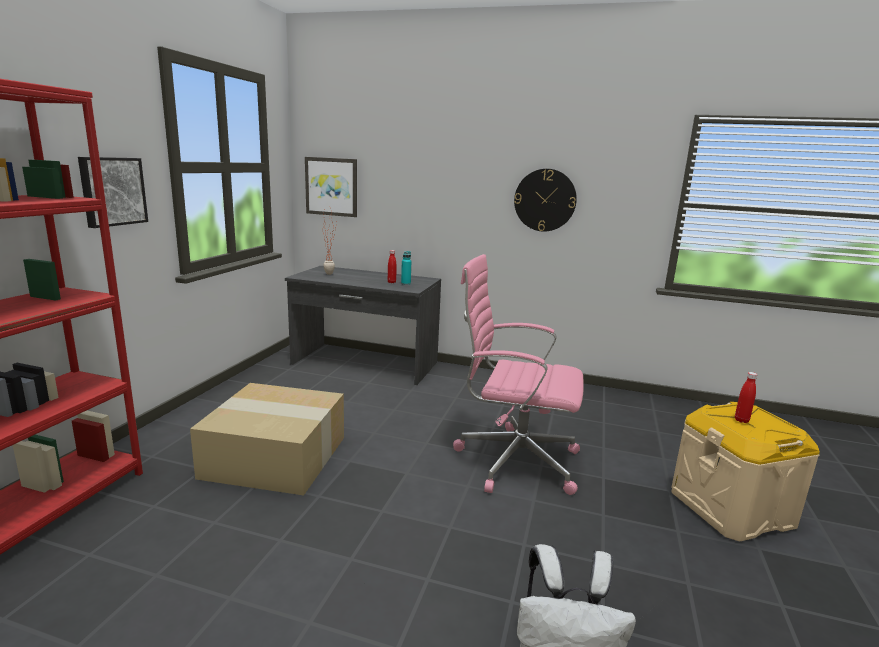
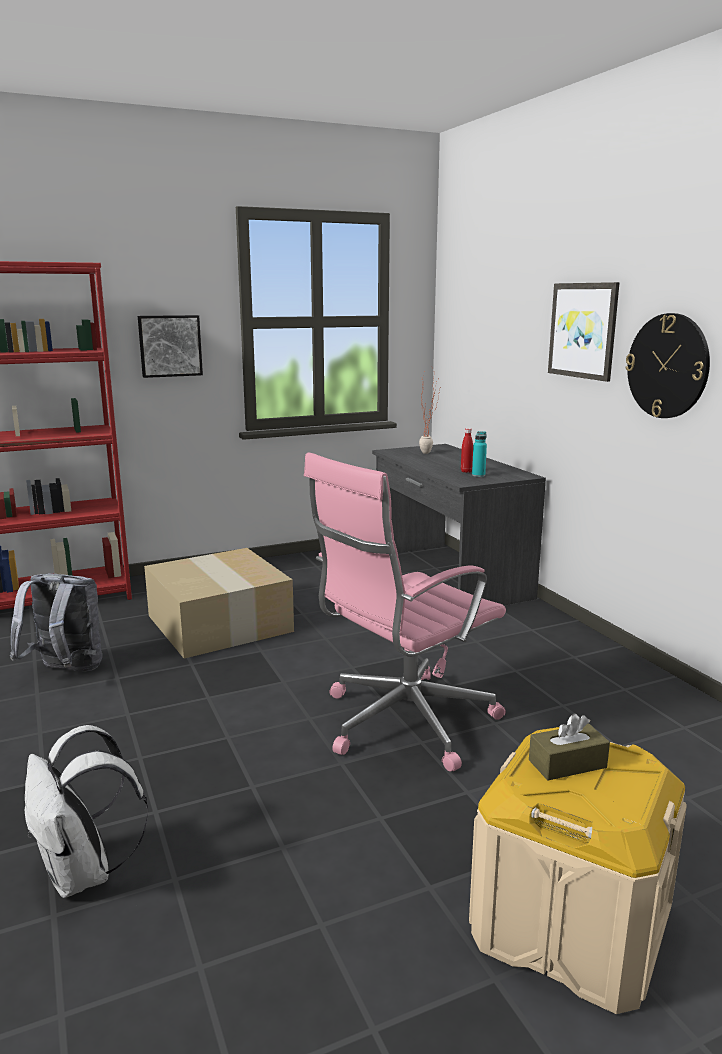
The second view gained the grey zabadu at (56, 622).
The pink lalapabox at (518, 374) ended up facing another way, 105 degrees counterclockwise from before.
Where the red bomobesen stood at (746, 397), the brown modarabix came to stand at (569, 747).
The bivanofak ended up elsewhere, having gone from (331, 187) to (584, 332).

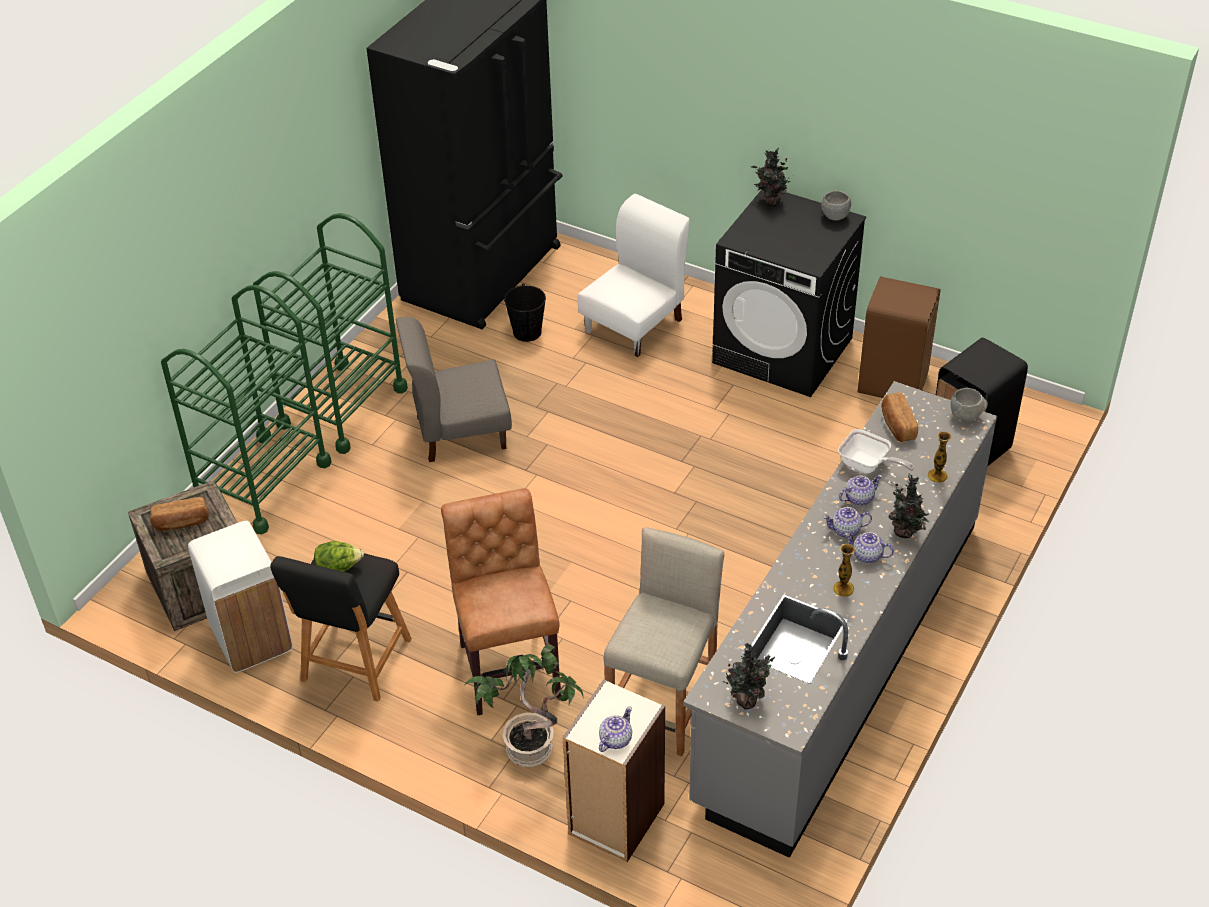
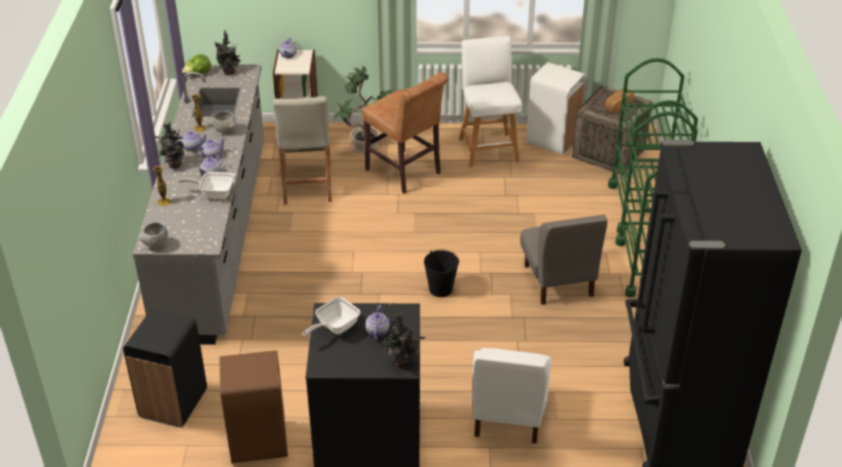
The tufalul ended up elsewhere, having gone from (339, 556) to (196, 64).
The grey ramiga ended up elsewhere, having gone from (836, 206) to (224, 122).
The second view gained the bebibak at (331, 317).
The second view gained the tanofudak at (377, 322).
The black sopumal ended up elsewhere, having gone from (525, 313) to (441, 273).
What was the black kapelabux at (341, 627) turned into the white kapelabux at (490, 101).
The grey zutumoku at (454, 389) ended up facing another way, 120 degrees clockwise from before.
The second view lost the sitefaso at (900, 417).

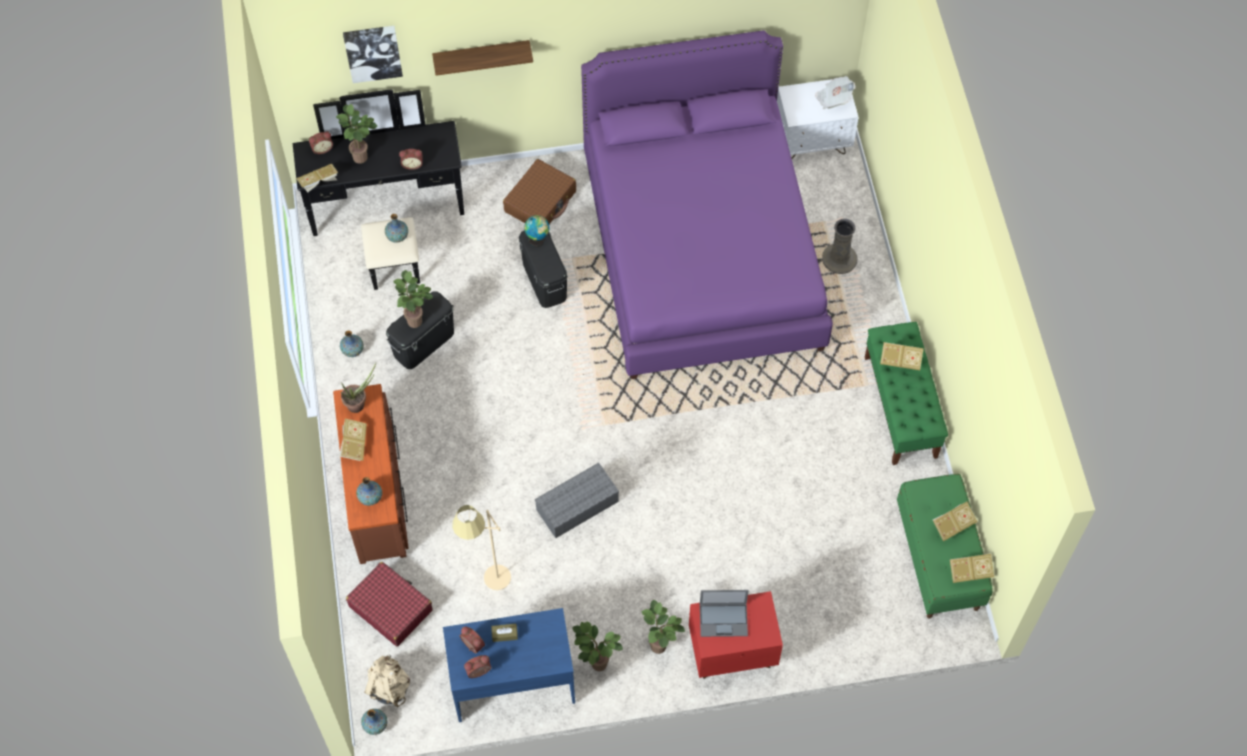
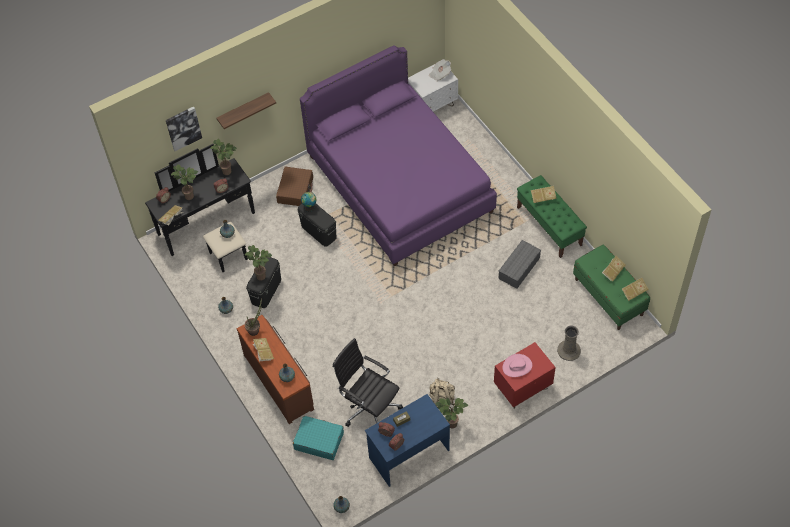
The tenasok ended up elsewhere, having gone from (663, 627) to (223, 157).
What was the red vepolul at (389, 604) turned into the turquoise vepolul at (318, 438).
Where the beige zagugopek stood at (481, 547), the black lalapabox came to stand at (368, 382).
The beige zabadu ended up elsewhere, having gone from (387, 680) to (442, 393).
The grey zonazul ended up elsewhere, having gone from (577, 500) to (519, 264).
Where the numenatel stood at (724, 613), the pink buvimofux came to stand at (517, 365).
The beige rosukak ended up elsewhere, having gone from (840, 246) to (569, 343).

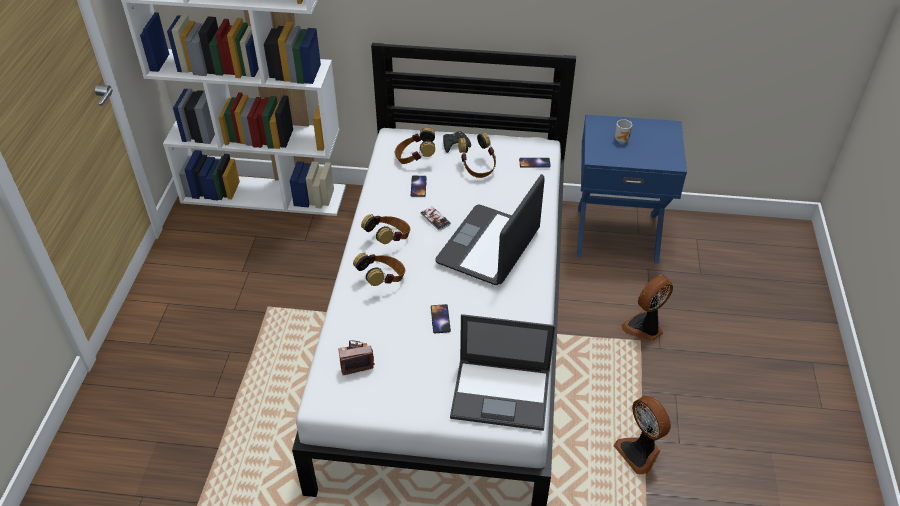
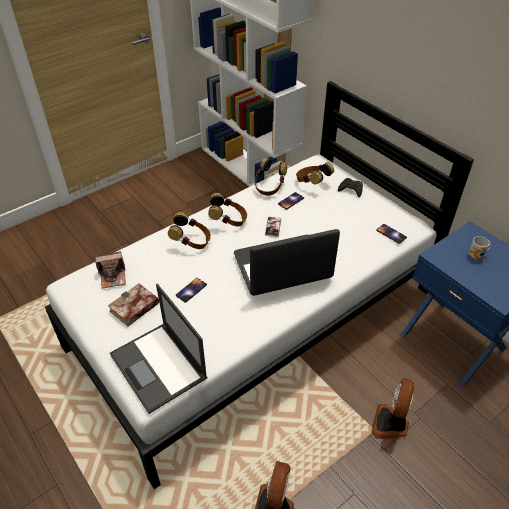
The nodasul at (356, 357) ended up facing another way, 135 degrees clockwise from before.
The second view gained the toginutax at (133, 304).
The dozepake ended up elsewhere, having gone from (477, 155) to (271, 177).
The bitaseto at (647, 308) ended up facing another way, 75 degrees counterclockwise from before.

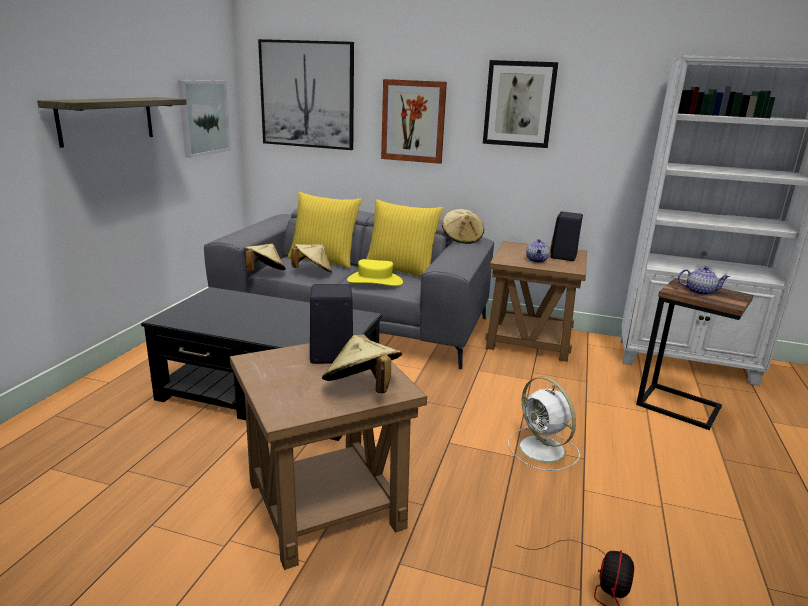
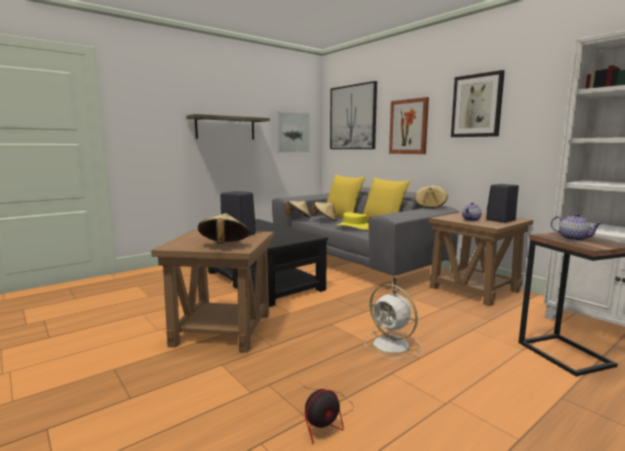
The white bitaseto at (544, 424) ended up facing another way, 45 degrees counterclockwise from before.

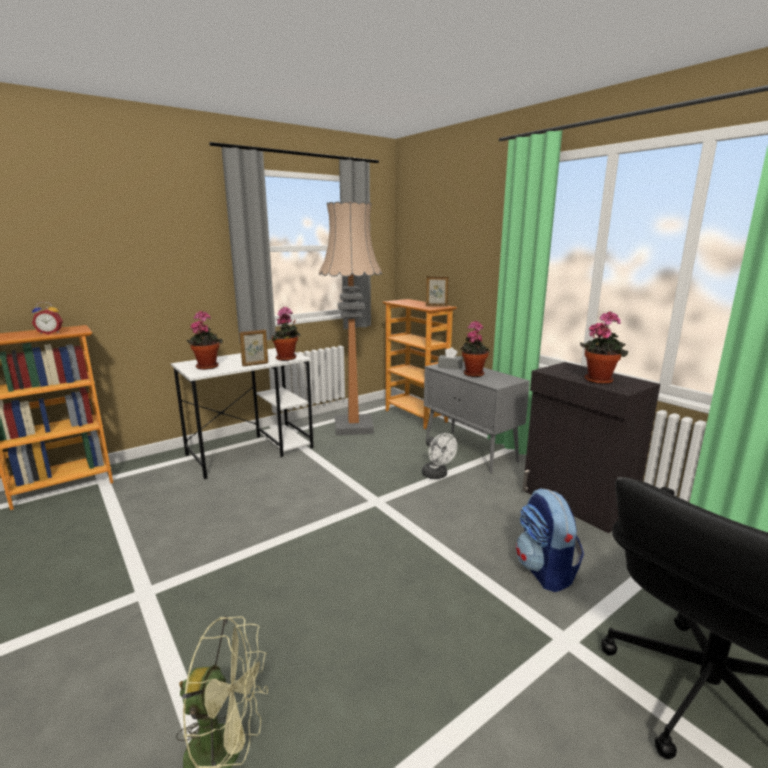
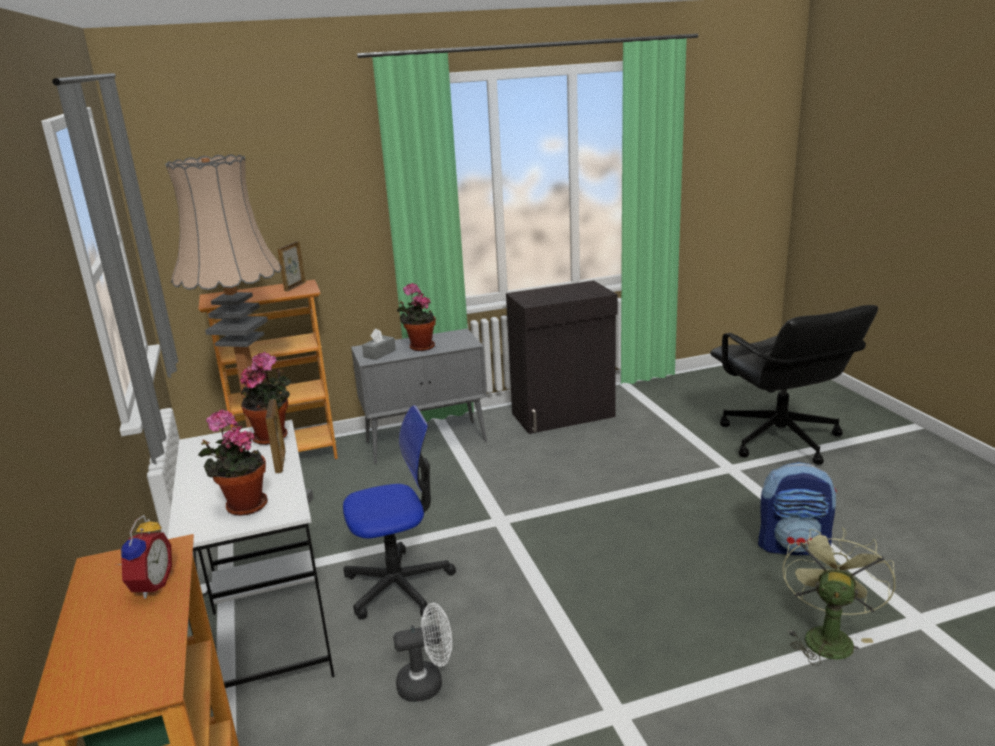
The second view gained the lalapabox at (399, 512).
The white bitaseto ended up elsewhere, having gone from (439, 456) to (422, 652).
The zabadu ended up elsewhere, having gone from (550, 540) to (797, 508).
The second view lost the tenasok at (604, 347).

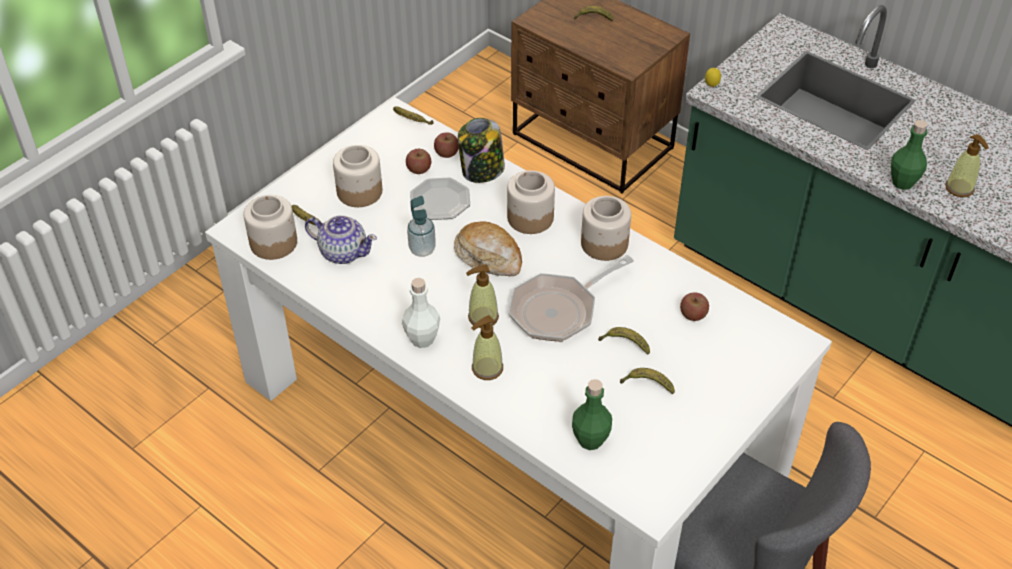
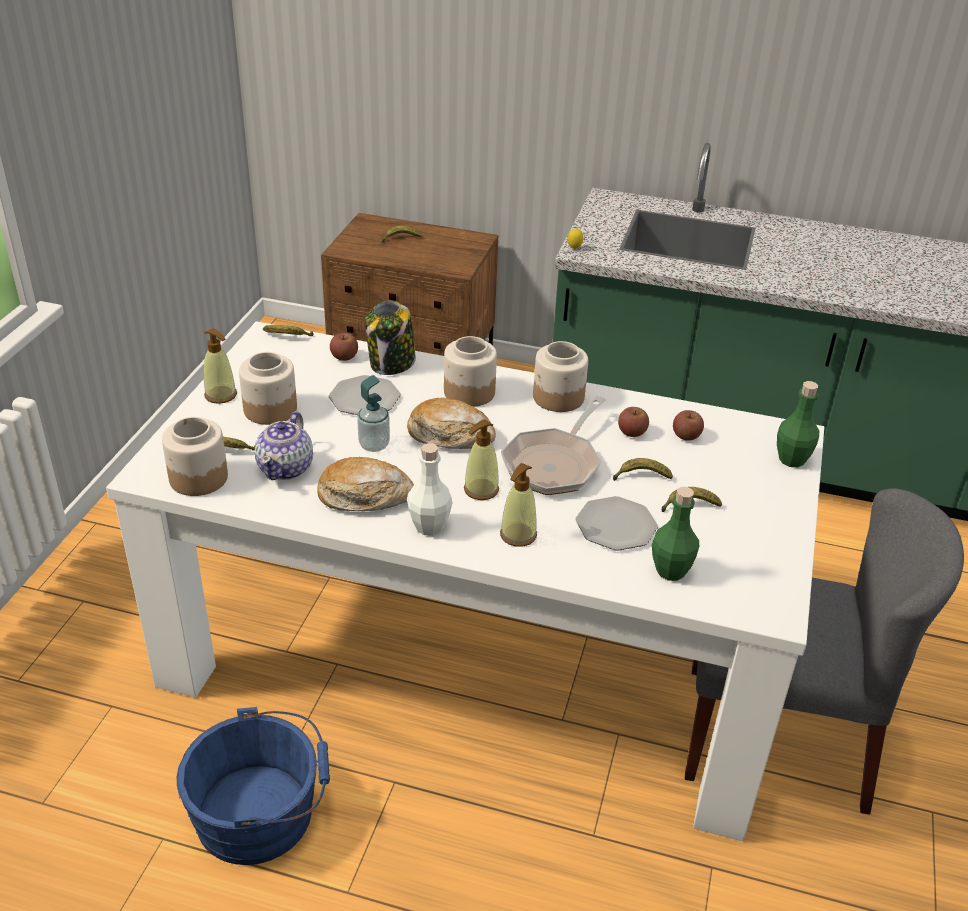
The second view gained the blue sopumal at (253, 786).
The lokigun ended up elsewhere, having gone from (967, 165) to (220, 366).
The tanofudak at (341, 239) ended up facing another way, 105 degrees clockwise from before.
The second view gained the sitefaso at (365, 484).
The second view gained the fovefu at (617, 523).
The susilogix ended up elsewhere, having gone from (418, 161) to (633, 422).
The green bomobesen ended up elsewhere, having gone from (909, 155) to (798, 424).

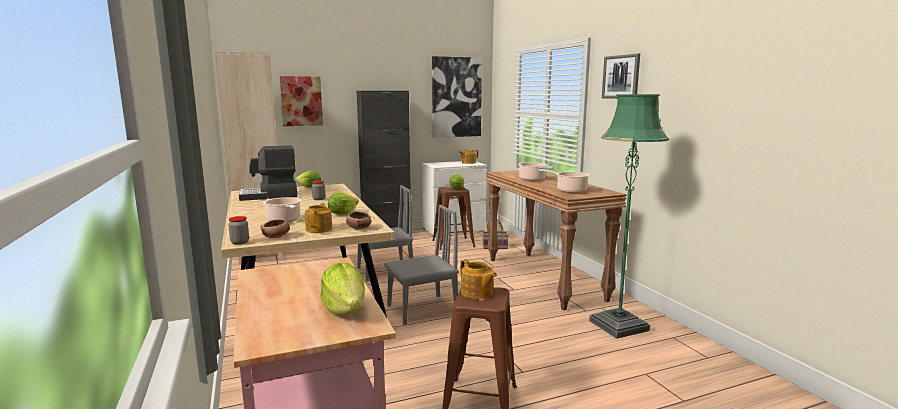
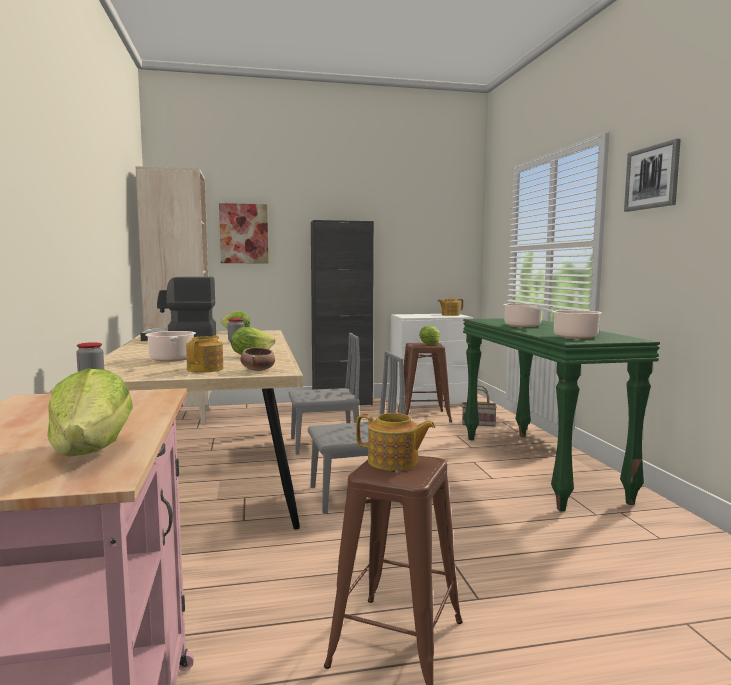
The tanofudak at (478, 279) ended up facing another way, 45 degrees counterclockwise from before.
What was the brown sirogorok at (556, 240) turned into the green sirogorok at (561, 415).
The second view lost the ramiga at (275, 228).
The second view lost the bivanofak at (457, 97).
The second view lost the green zagugopek at (629, 216).

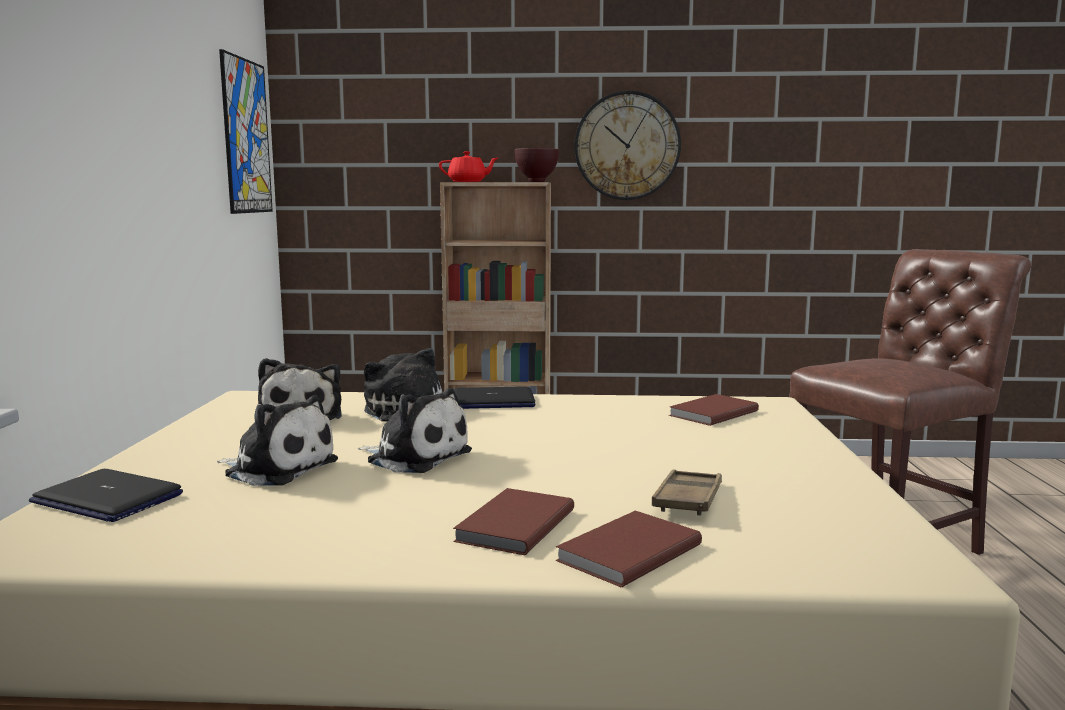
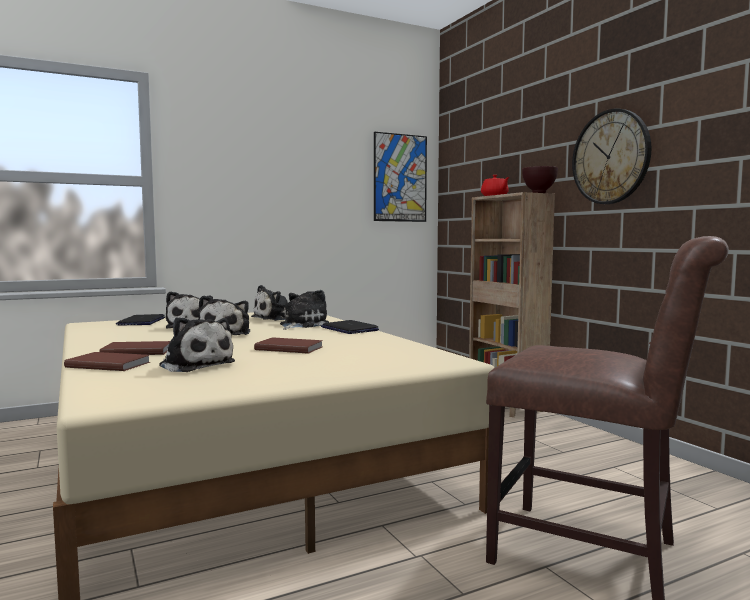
Where the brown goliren stood at (687, 492), the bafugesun came to stand at (197, 344).
The brown toginutax ended up elsewhere, having gone from (714, 410) to (288, 345).

